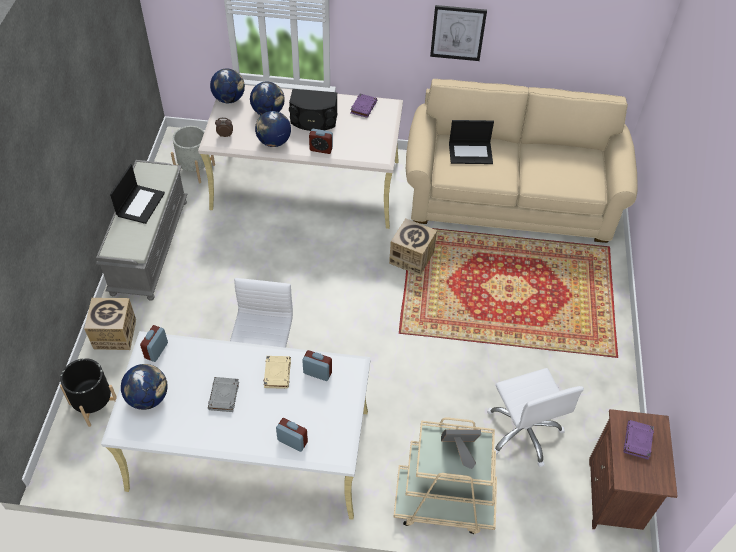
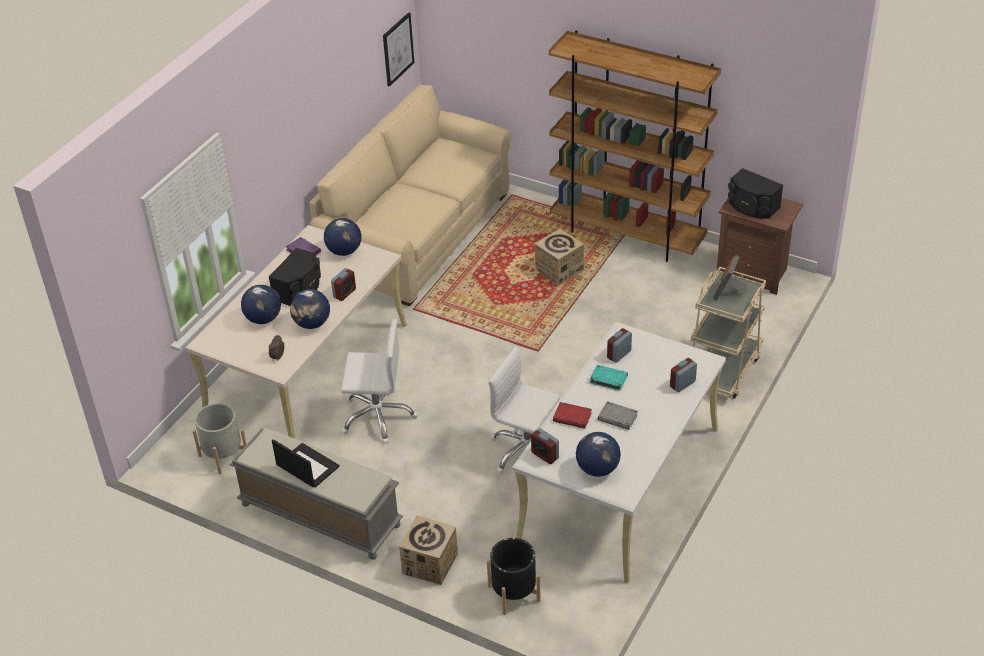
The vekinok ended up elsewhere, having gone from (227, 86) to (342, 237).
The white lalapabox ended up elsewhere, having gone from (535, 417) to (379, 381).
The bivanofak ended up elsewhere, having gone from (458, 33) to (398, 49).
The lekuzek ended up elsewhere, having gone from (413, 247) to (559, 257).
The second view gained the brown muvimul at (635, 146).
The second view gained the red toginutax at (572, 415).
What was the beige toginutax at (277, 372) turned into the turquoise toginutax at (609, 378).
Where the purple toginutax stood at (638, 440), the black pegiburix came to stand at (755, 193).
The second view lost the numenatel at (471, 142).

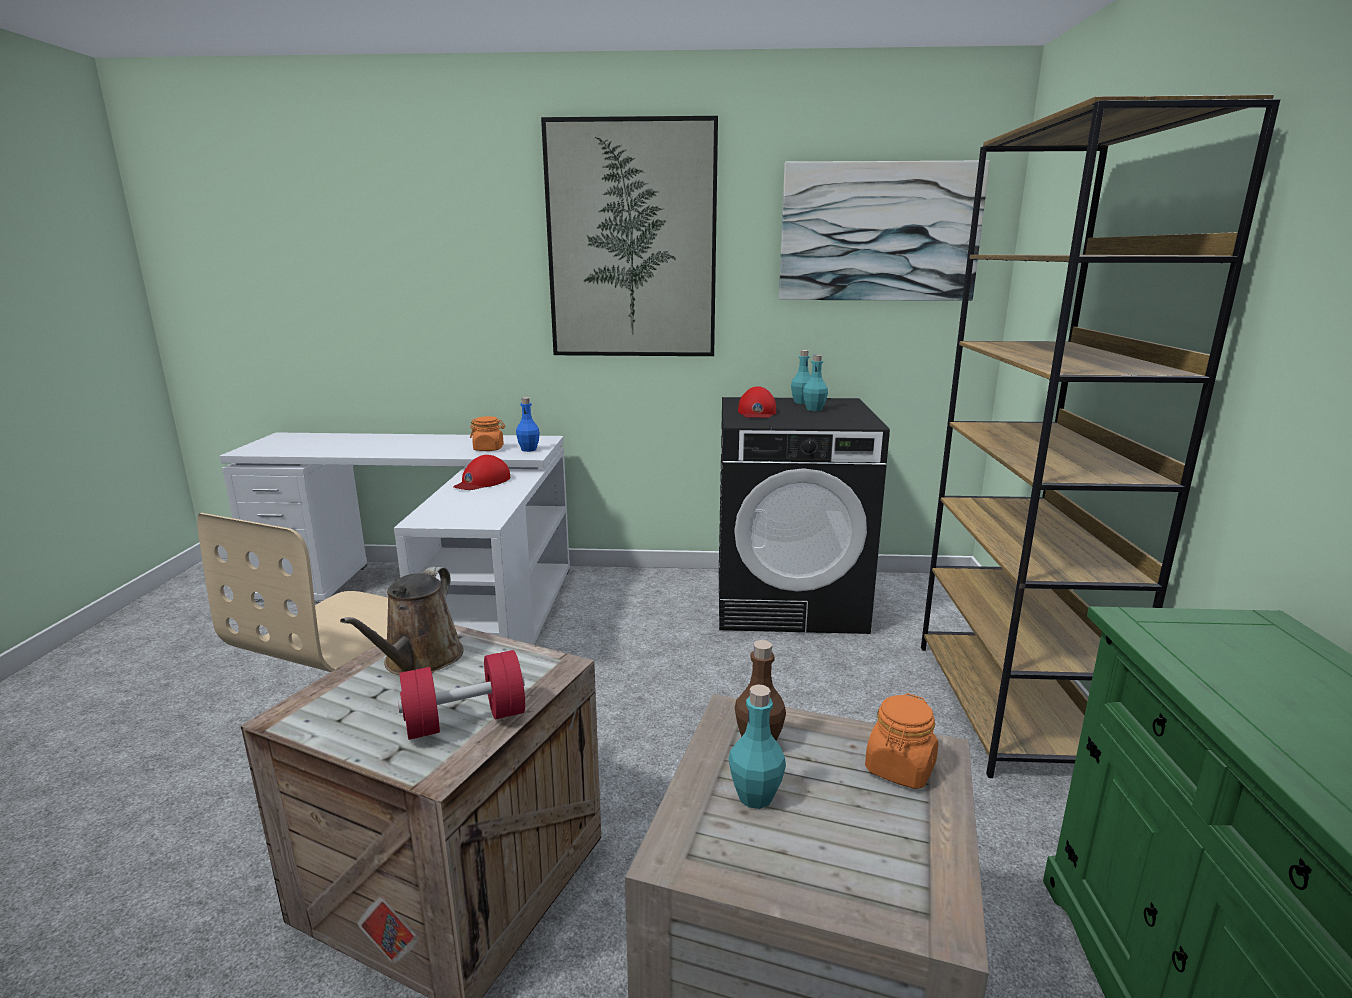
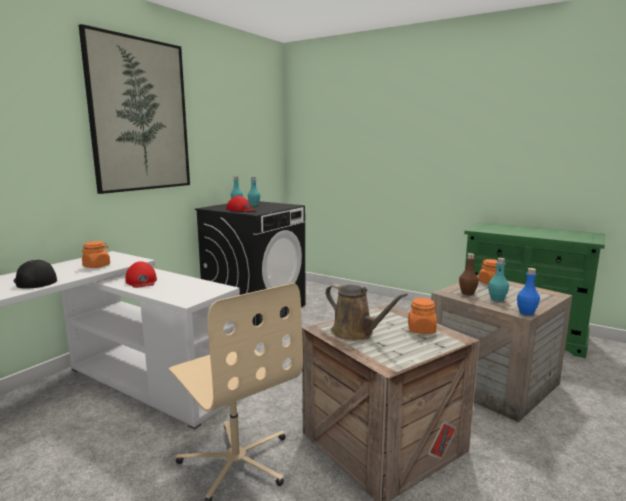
The second view gained the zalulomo at (35, 274).
Where the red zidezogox stood at (461, 695), the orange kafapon came to stand at (422, 316).
The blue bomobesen ended up elsewhere, having gone from (528, 424) to (528, 292).
The second view lost the bivanofak at (884, 230).
The second view lost the brown muvimul at (1100, 436).

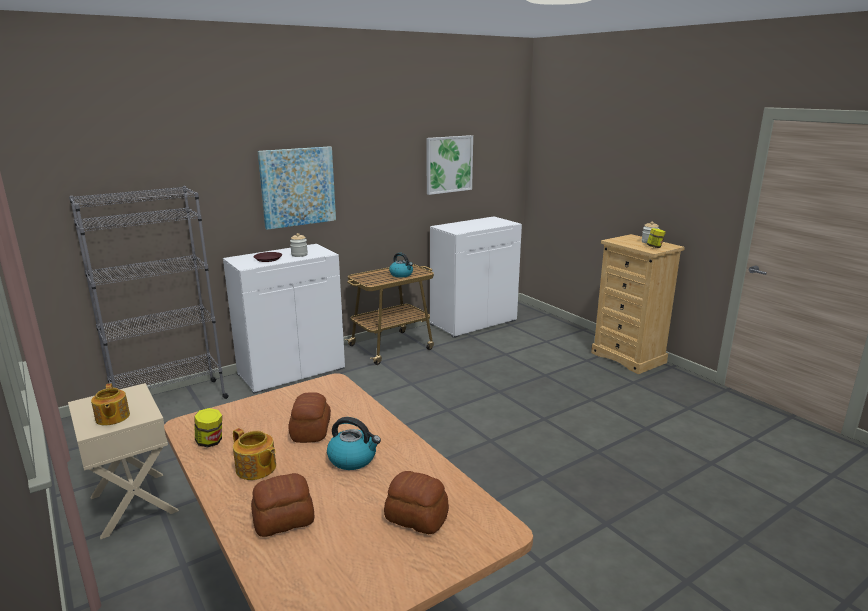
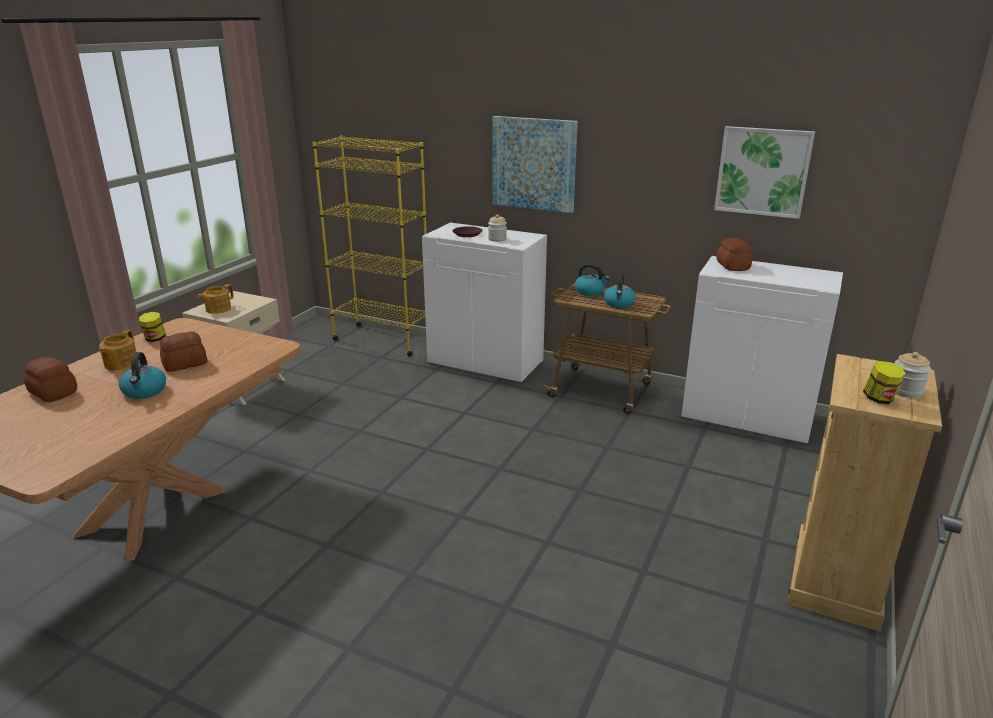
What was the grey muvimul at (149, 292) turned into the yellow muvimul at (370, 246).
The second view gained the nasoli at (592, 280).
The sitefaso ended up elsewhere, having gone from (416, 502) to (734, 254).

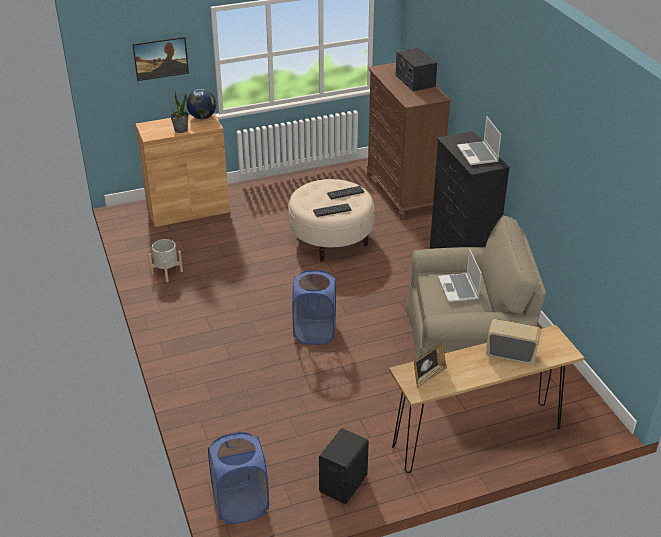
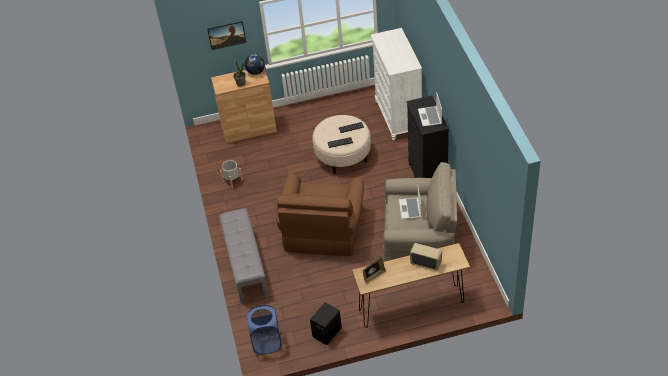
The second view gained the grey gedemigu at (243, 256).
Where the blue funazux stood at (314, 307), the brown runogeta came to stand at (320, 215).
What was the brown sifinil at (409, 141) turned into the white sifinil at (396, 84).
The second view lost the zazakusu at (416, 69).

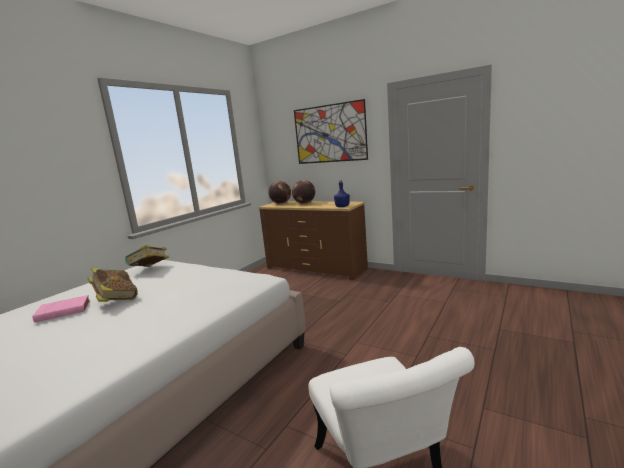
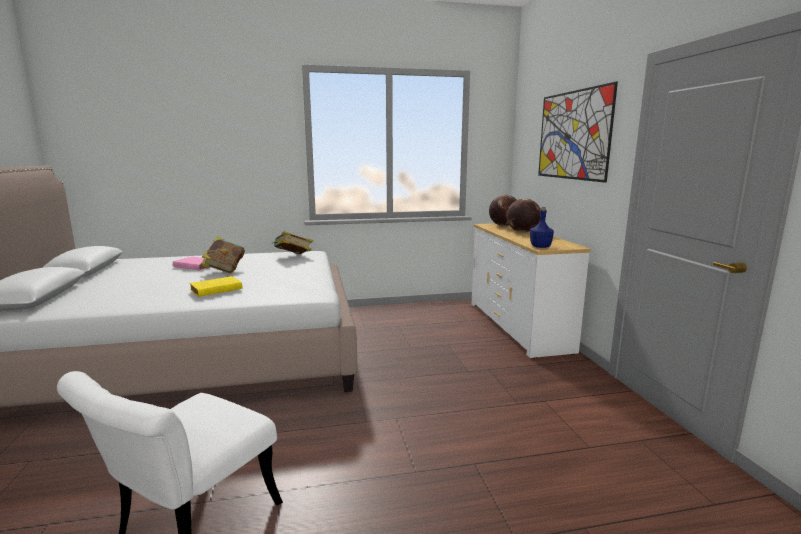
The second view gained the yellow toginutax at (216, 286).
What was the brown sifinil at (313, 240) turned into the white sifinil at (531, 290).

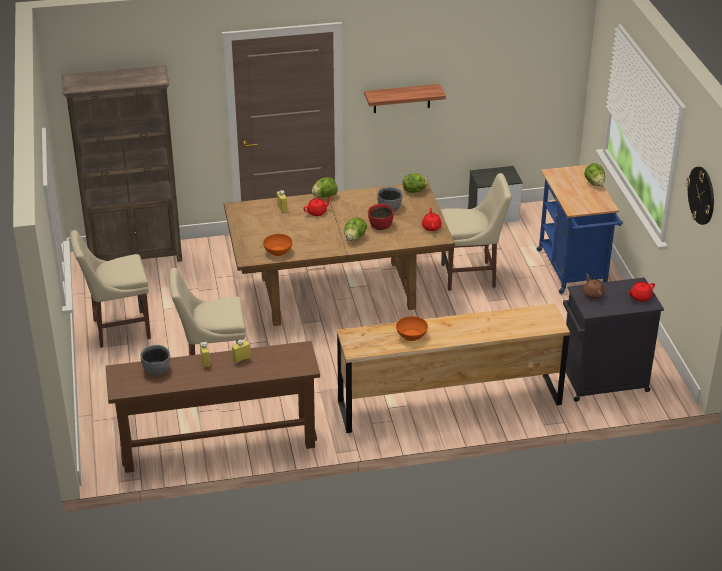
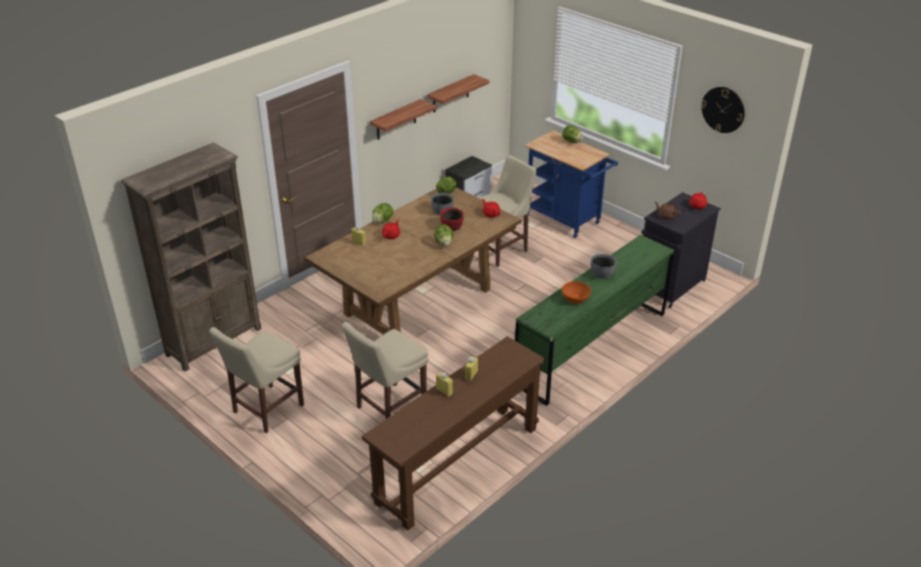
The second view gained the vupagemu at (458, 93).
What was the brown sifinil at (453, 368) turned into the green sifinil at (594, 320).
The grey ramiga ended up elsewhere, having gone from (155, 360) to (604, 266).
The second view lost the orange ramiga at (278, 245).

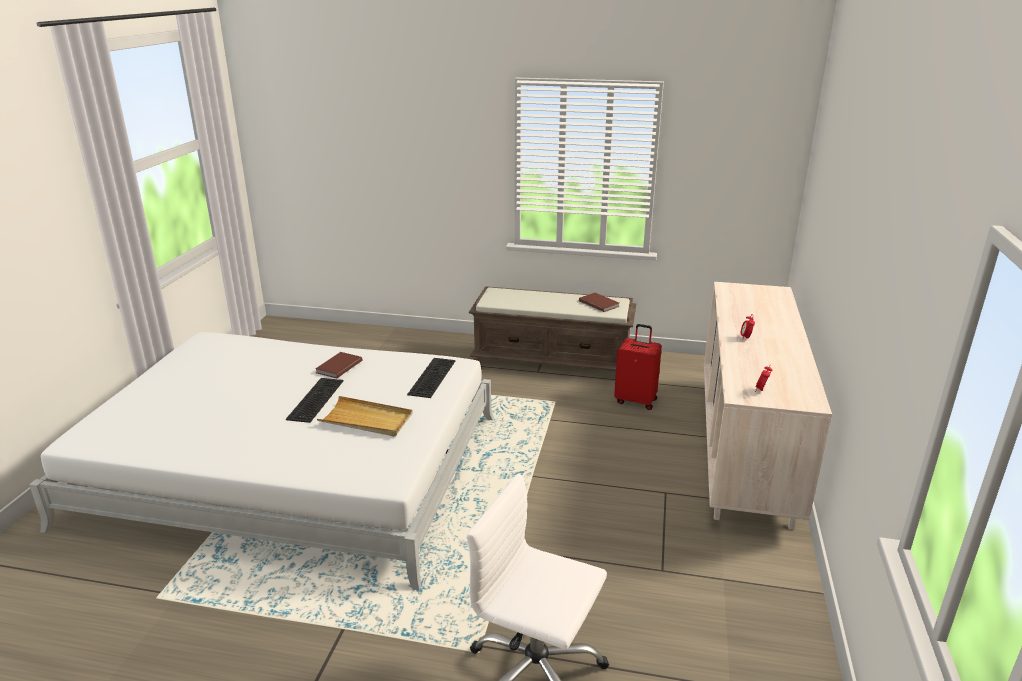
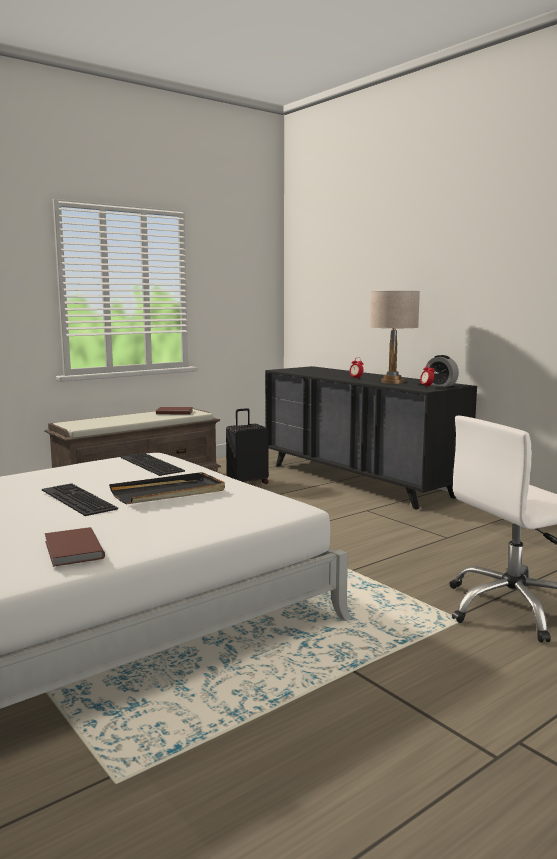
The brown toginutax ended up elsewhere, having gone from (339, 365) to (75, 547).
What was the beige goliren at (365, 416) turned into the black goliren at (167, 488).
What was the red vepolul at (638, 367) turned into the black vepolul at (247, 446).
What was the beige sifinil at (768, 406) turned into the black sifinil at (371, 438).
The second view gained the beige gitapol at (395, 337).
The second view gained the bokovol at (442, 371).

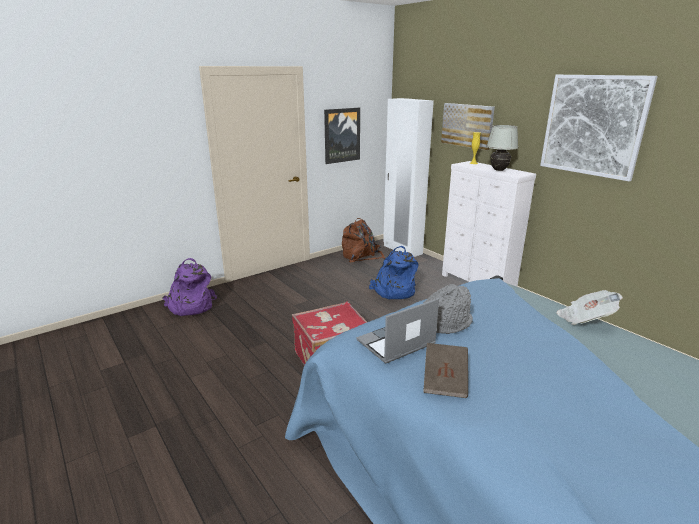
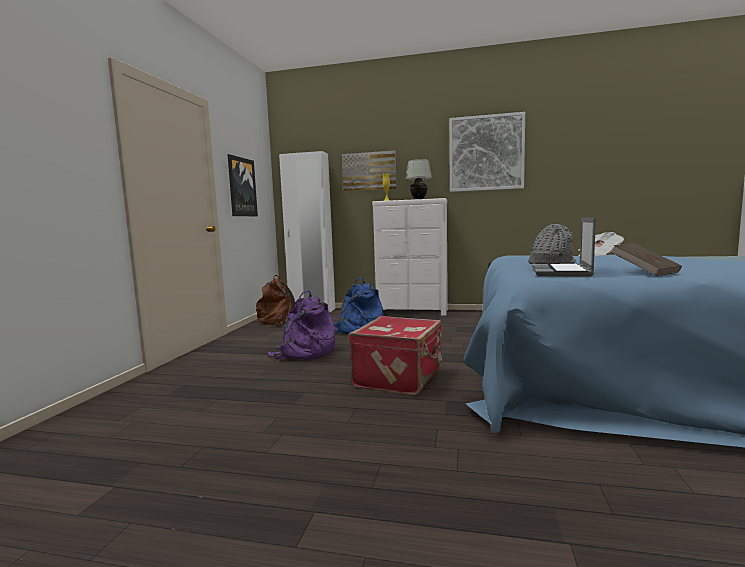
The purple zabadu ended up elsewhere, having gone from (190, 287) to (302, 325).

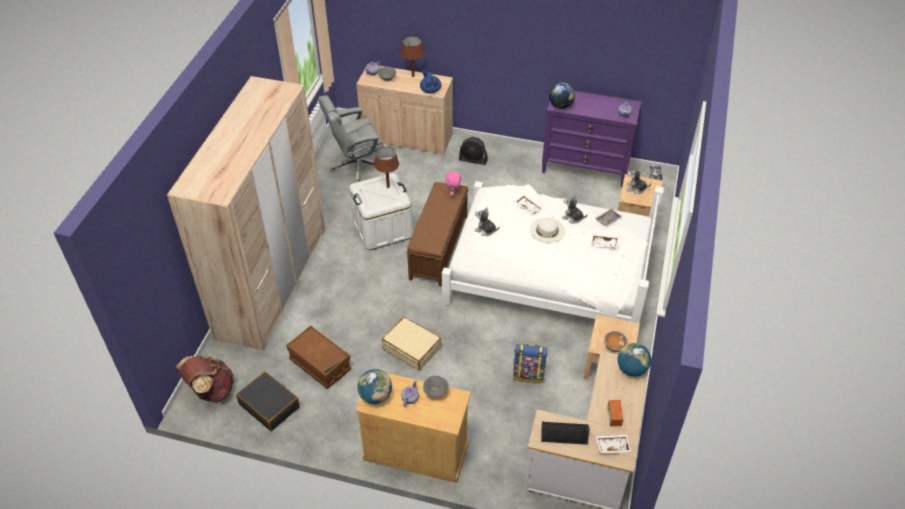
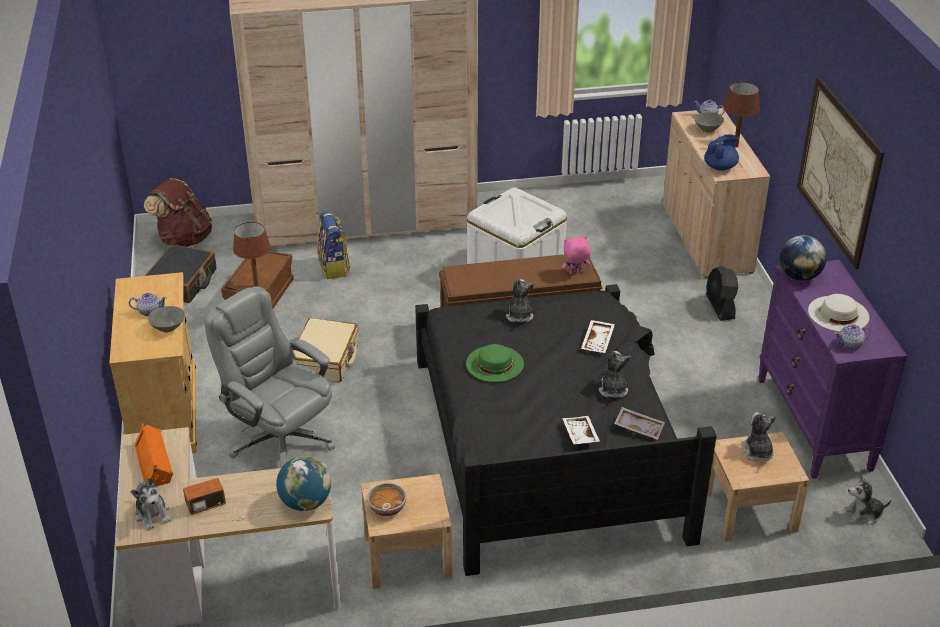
Where the white goliren stood at (614, 444), the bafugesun came to stand at (151, 504).
What was the black pegiburix at (565, 433) turned into the orange pegiburix at (153, 454).
The grey lalapabox ended up elsewhere, having gone from (351, 139) to (270, 377).
The brown gitapol ended up elsewhere, having gone from (386, 167) to (252, 254).
The zabadu ended up elsewhere, having gone from (530, 362) to (333, 245).
What was the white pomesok at (553, 252) turned into the black pomesok at (566, 430).
The second view gained the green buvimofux at (495, 363).
The second view gained the bivanofak at (840, 173).
The white buvimofux ended up elsewhere, having gone from (547, 230) to (838, 313).
The second view lost the vekinok at (374, 386).

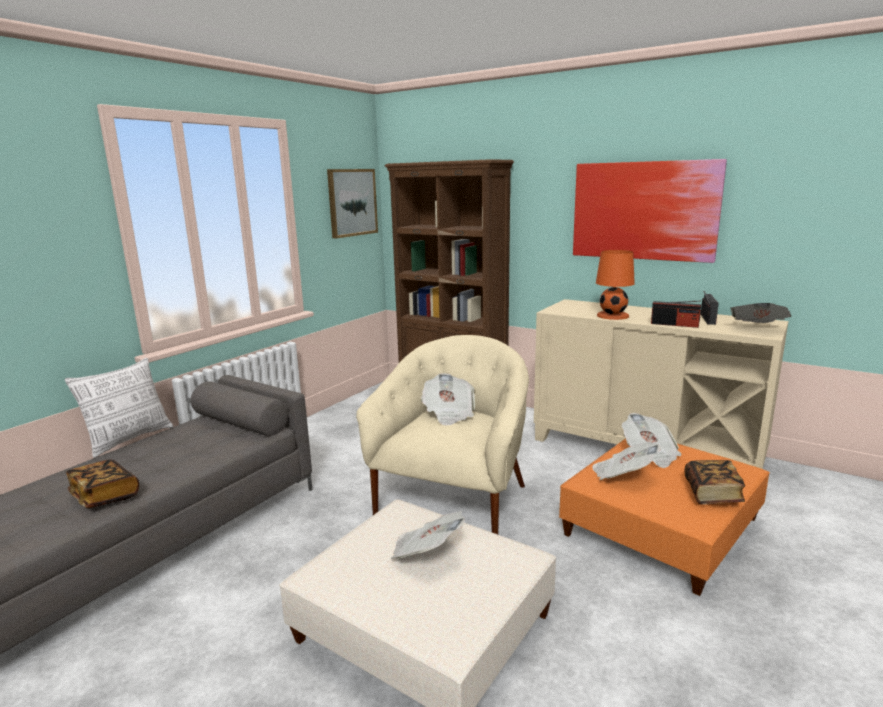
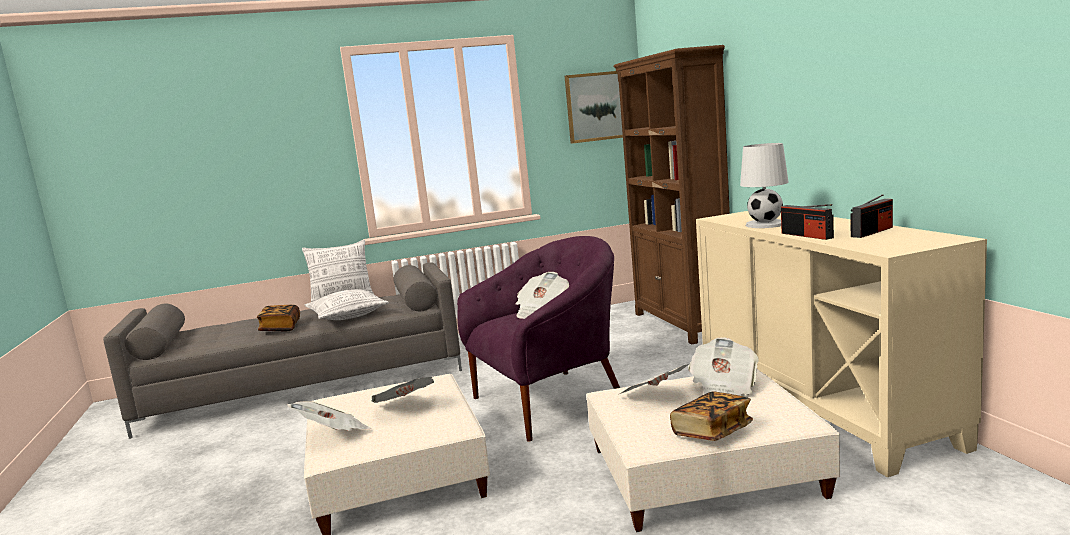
The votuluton ended up elsewhere, having gone from (761, 313) to (329, 416).
The second view gained the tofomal at (347, 304).
What was the beige runogeta at (442, 434) turned into the purple runogeta at (538, 339).
What was the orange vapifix at (664, 517) turned into the beige vapifix at (713, 450).
What was the orange gitapol at (615, 285) turned into the white gitapol at (764, 185).
The second view lost the bivanofak at (650, 211).

